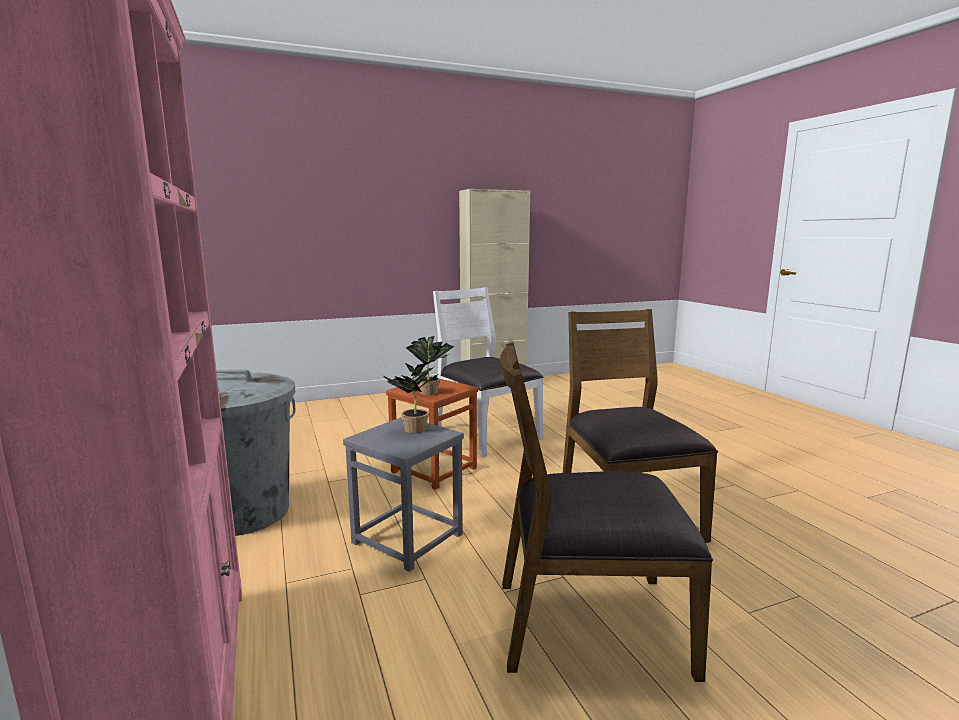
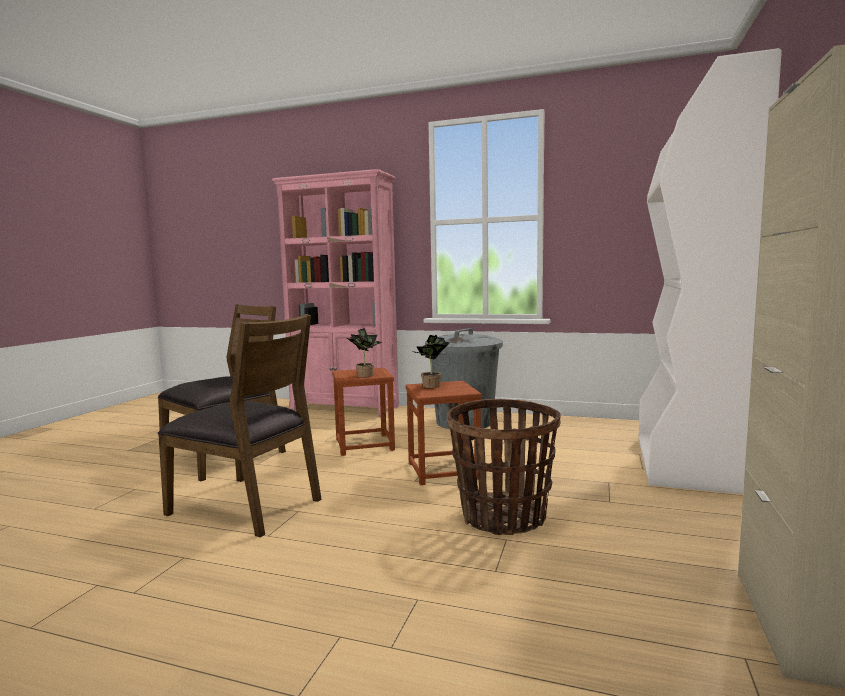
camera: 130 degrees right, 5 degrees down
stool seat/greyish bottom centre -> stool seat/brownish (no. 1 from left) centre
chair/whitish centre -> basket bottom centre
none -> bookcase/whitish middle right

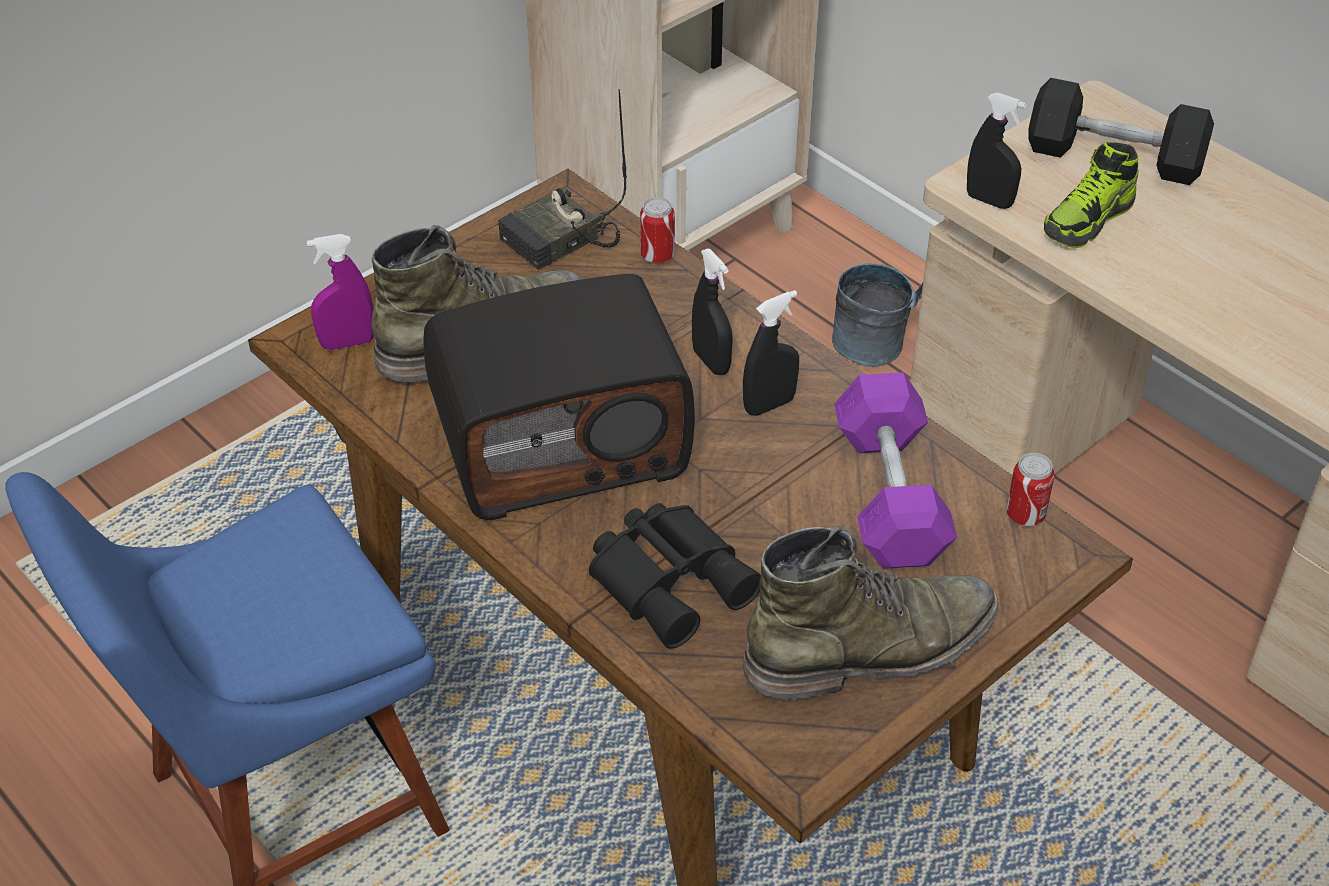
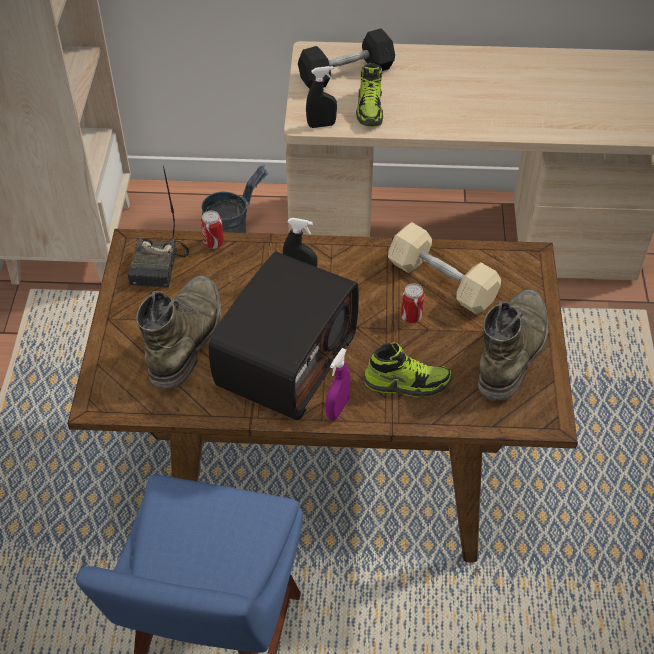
camera: 45 degrees left, 5 degrees up
sprayer/purplish top left -> sprayer/purplish centre, relocated
field glasses/black centre -> item of footwear (no. 2 from left) centre
sprayer/black (no. 2 from left) centre -> none
dumbbell/purplish middle right -> dumbbell/beige middle right
metal can (no. 2 from left) middle right -> metal can (no. 2 from left) centre, relocated

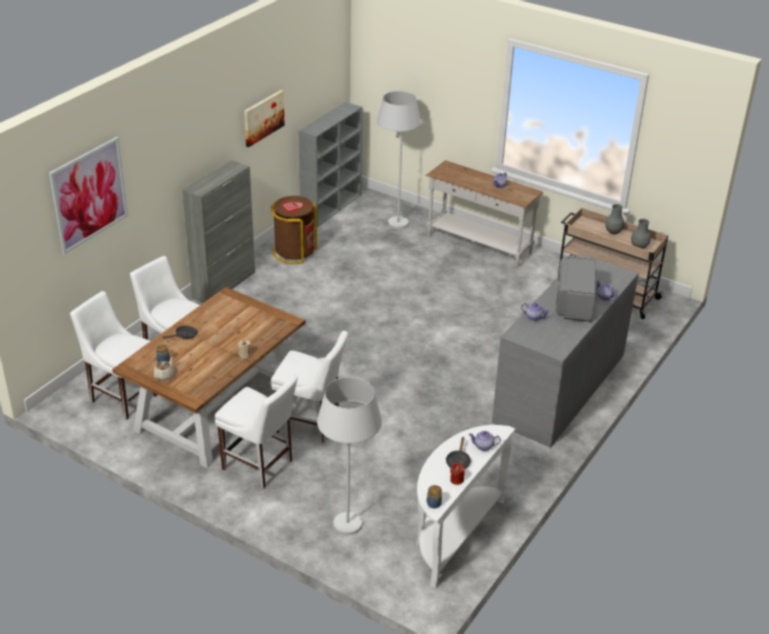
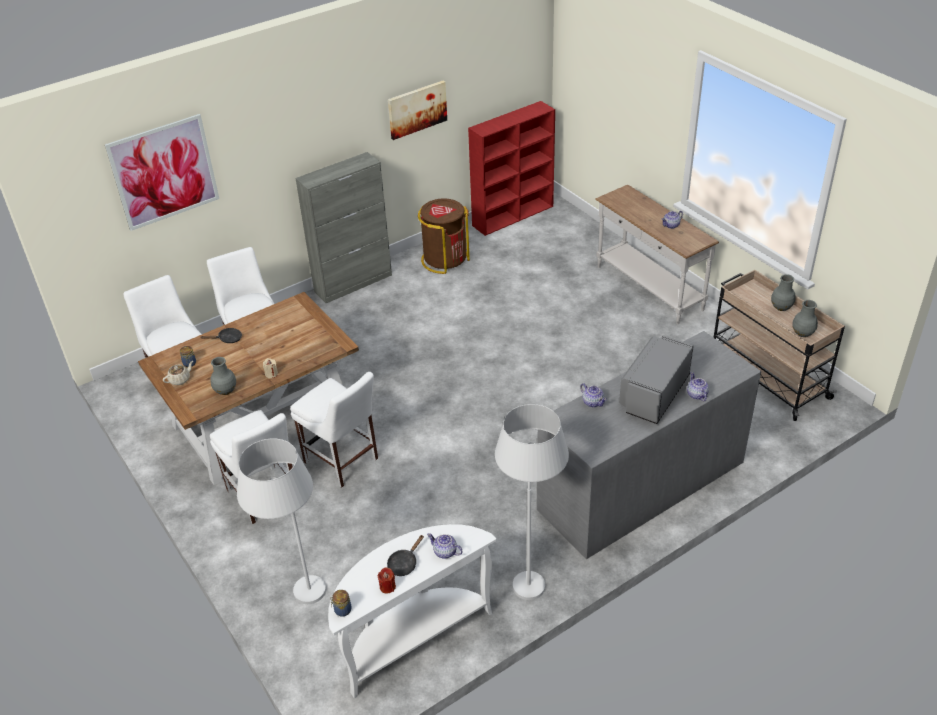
camera: 25 degrees right, 5 degrees up
bookcase/greyish top centre -> bookcase/reddish top centre
standing lamp/whitish (no. 2 from left) top centre -> standing lamp/whitish (no. 2 from left) bottom centre, relocated
none -> flower vase/greyish (no. 1 from left) middle left

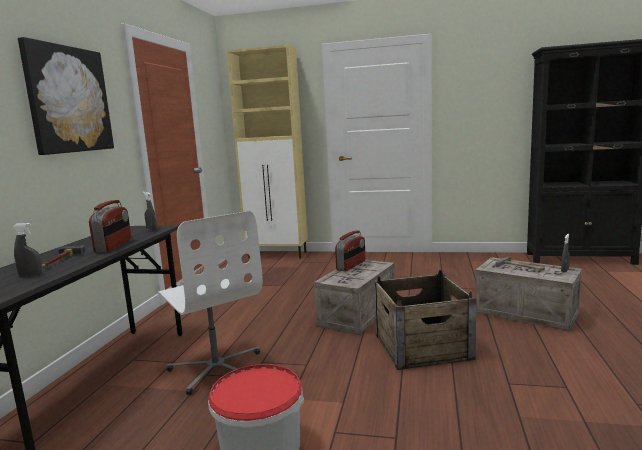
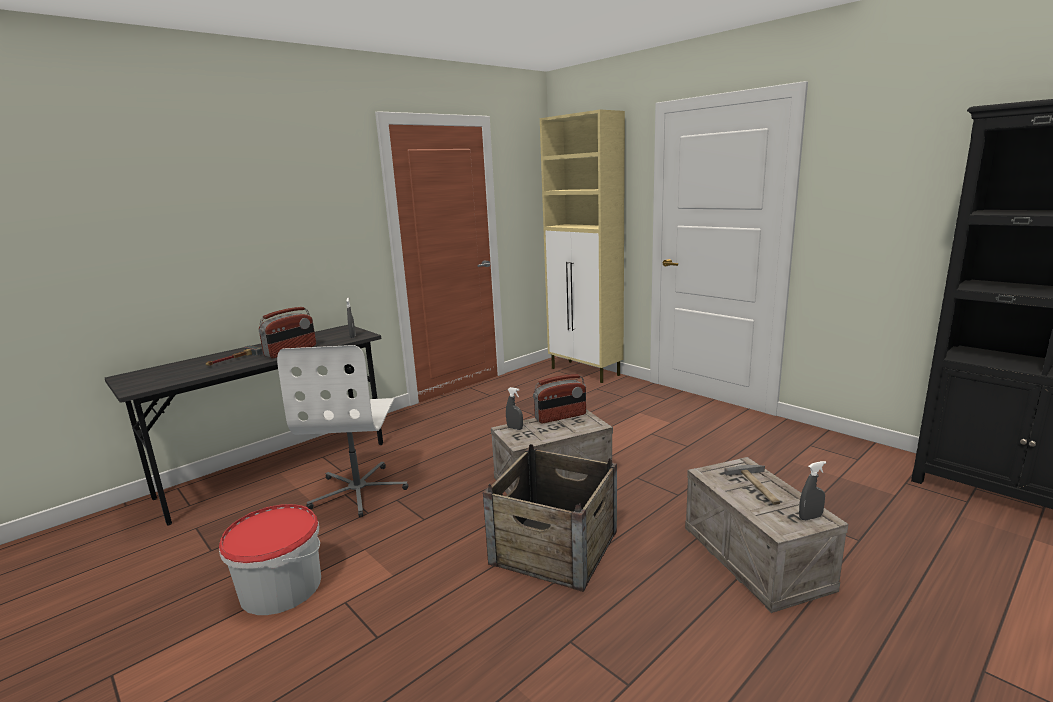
camera: 35 degrees right, 5 degrees up
sprayer/greyish (no. 1 from left in the first image) middle left -> sprayer/greyish (no. 2 from left) centre, relocated
wall picture top left -> none

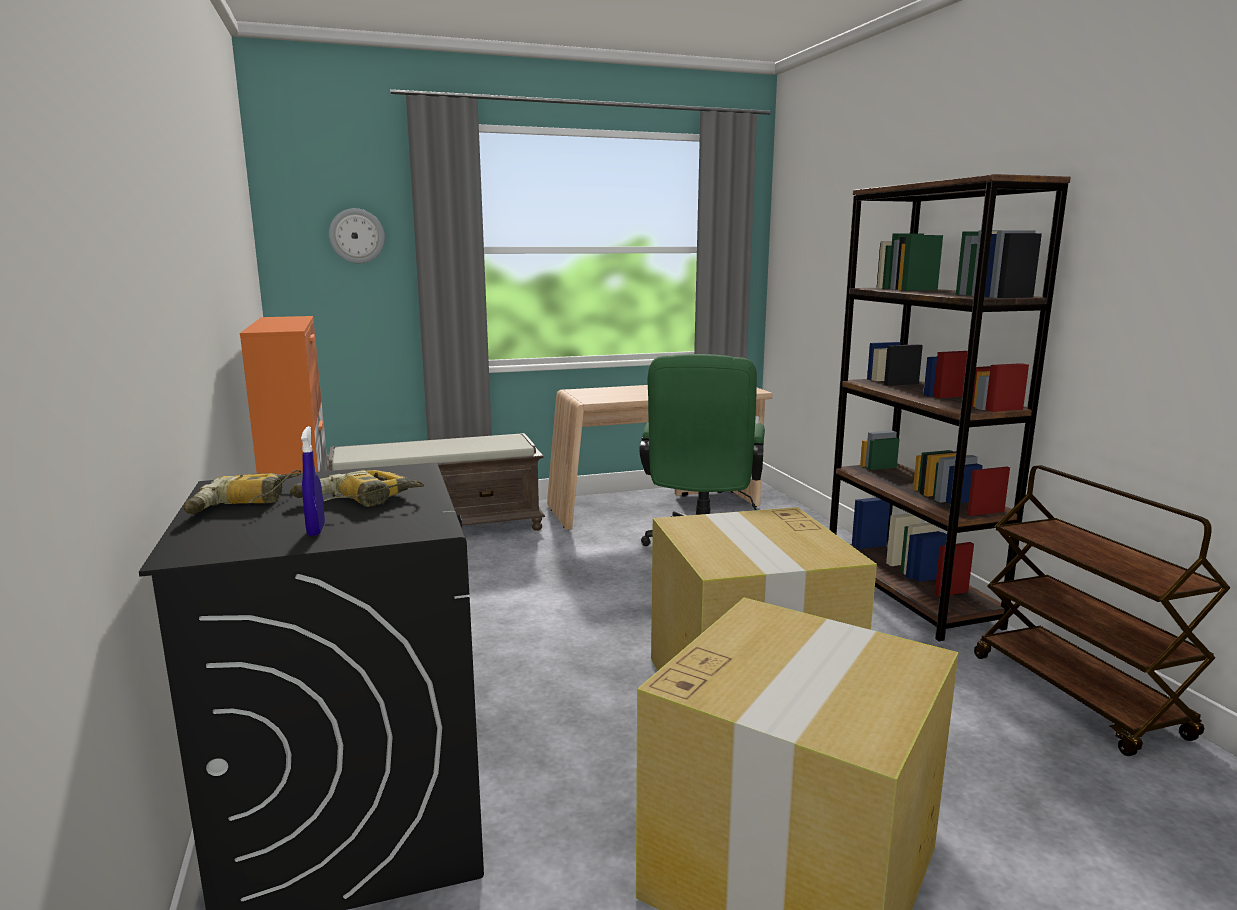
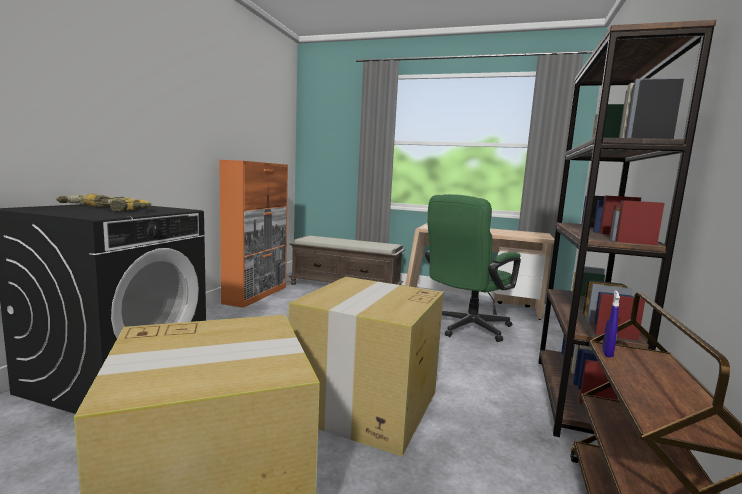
camera: 35 degrees right, 5 degrees down
sprayer/bluish middle left -> sprayer/bluish middle right, relocated
hanging clock top left -> none

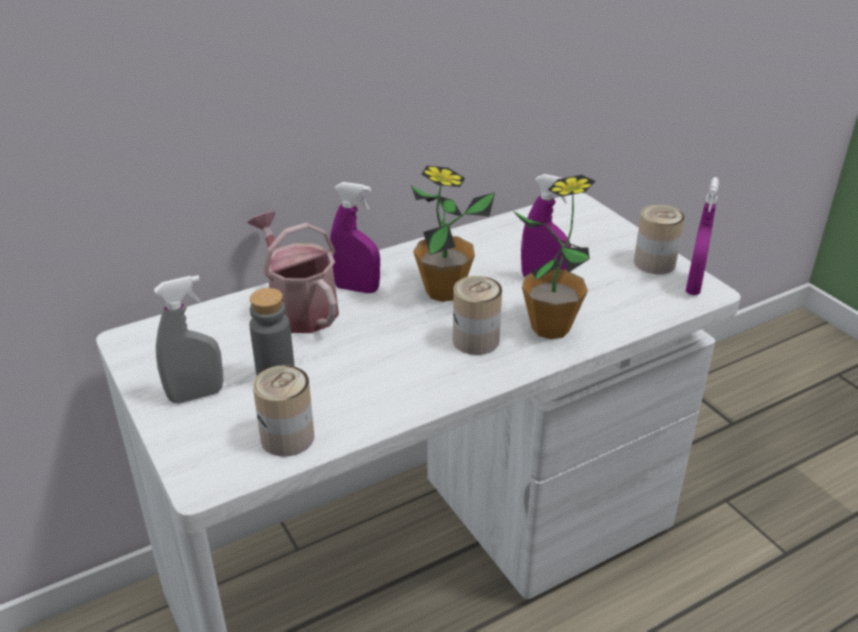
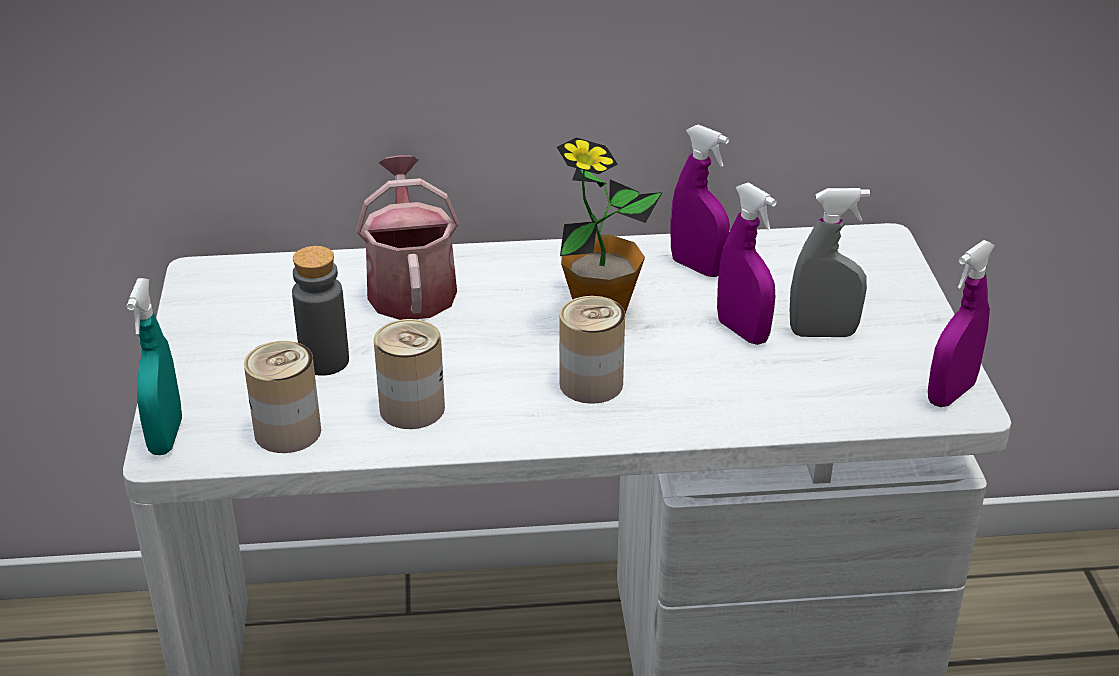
camera: 25 degrees right, 0 degrees up
sprayer/greyish middle left -> sprayer/greyish middle right, relocated
sprayer/purplish (no. 1 from left) centre -> sprayer/purplish (no. 1 from left) top centre, relocated
houseplant (no. 2 from left) centre -> none
metal can (no. 3 from left in the first image) middle right -> metal can (no. 2 from left) centre, relocated
none -> sprayer/turquoise-coloured middle left

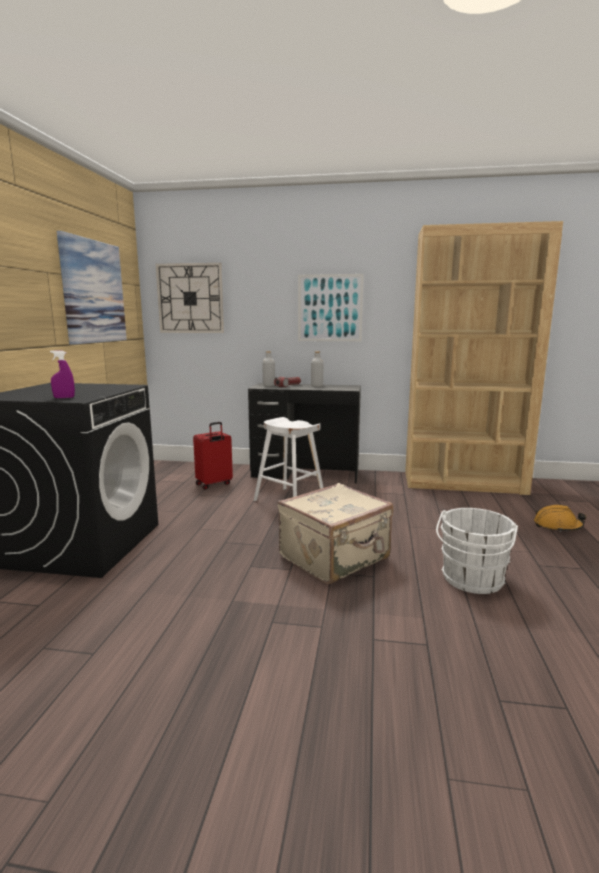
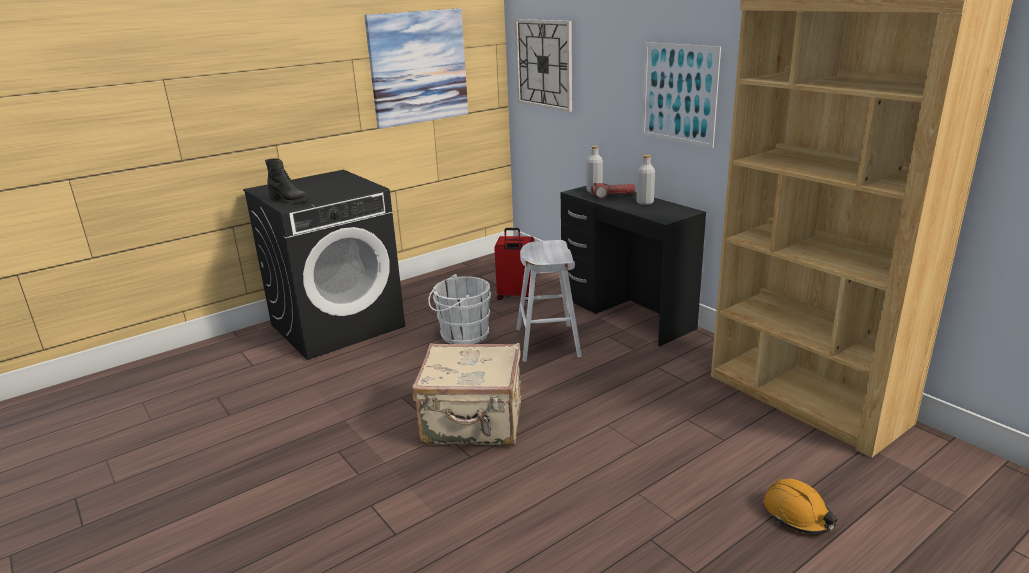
camera: 45 degrees right, 10 degrees up
sprayer/purplish middle left -> high-top boot/black top left
water bucket/whitish middle right -> water bucket/whitish centre, relocated

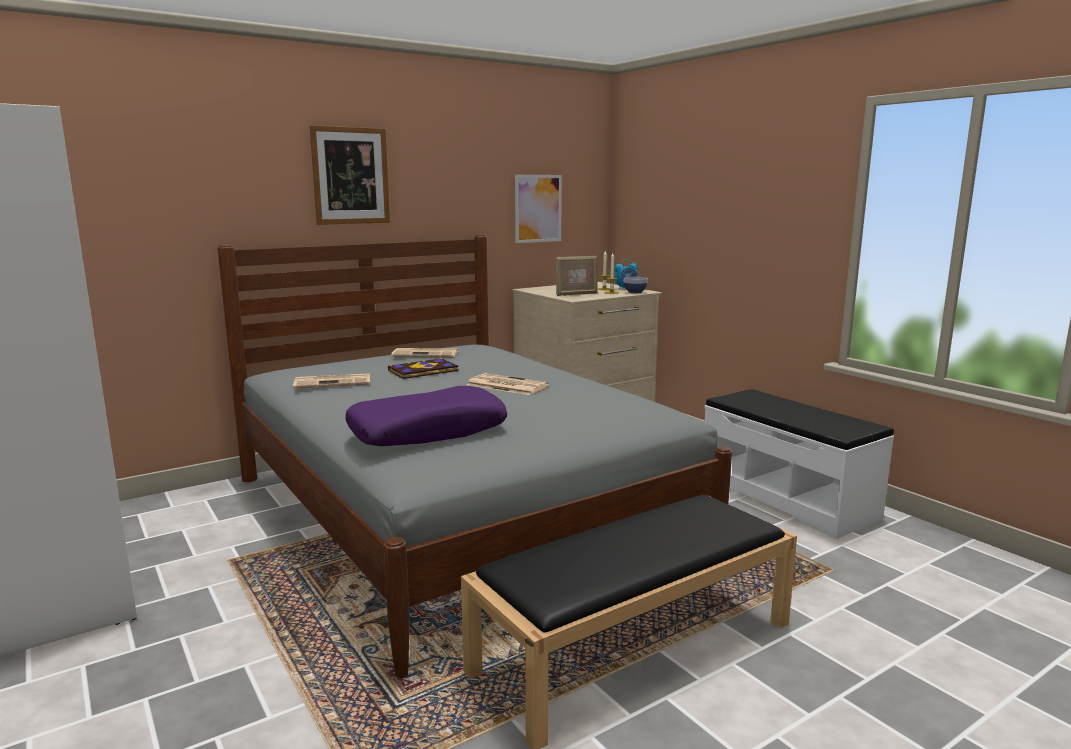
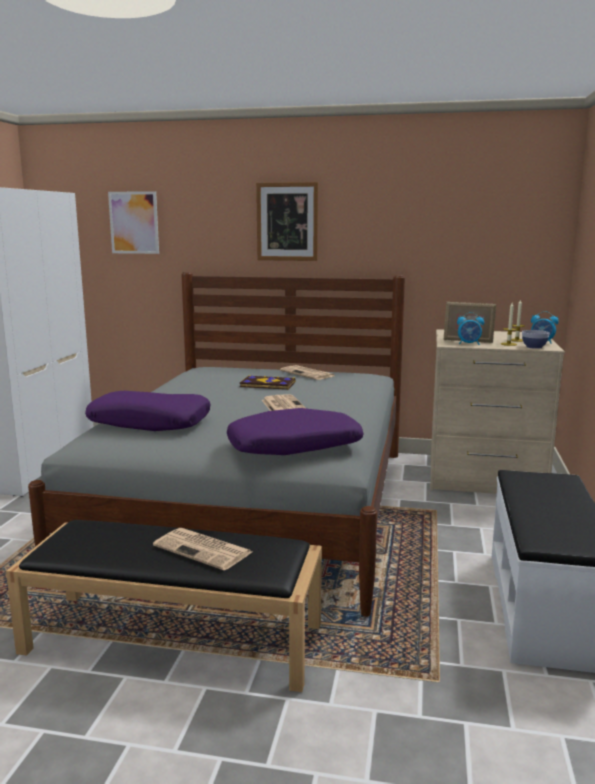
camera: 45 degrees right, 0 degrees up
daily paper (no. 1 from left) middle left -> daily paper (no. 1 from left) bottom centre, relocated
wall picture (no. 2 from left in the first image) top centre -> wall picture (no. 1 from left) top left, relocated
none -> throw pillow/purplish (no. 2 from left) centre
none -> table clock (no. 1 from left) middle right

